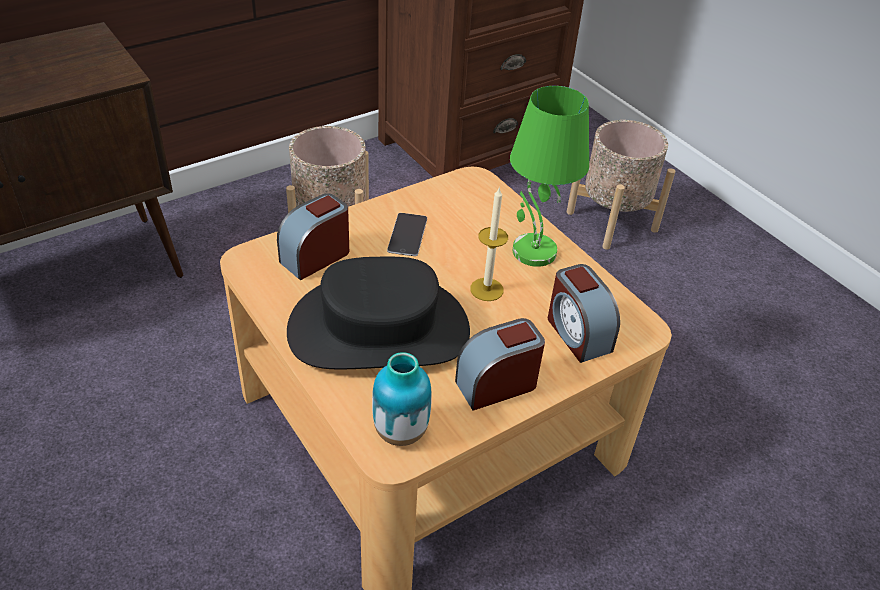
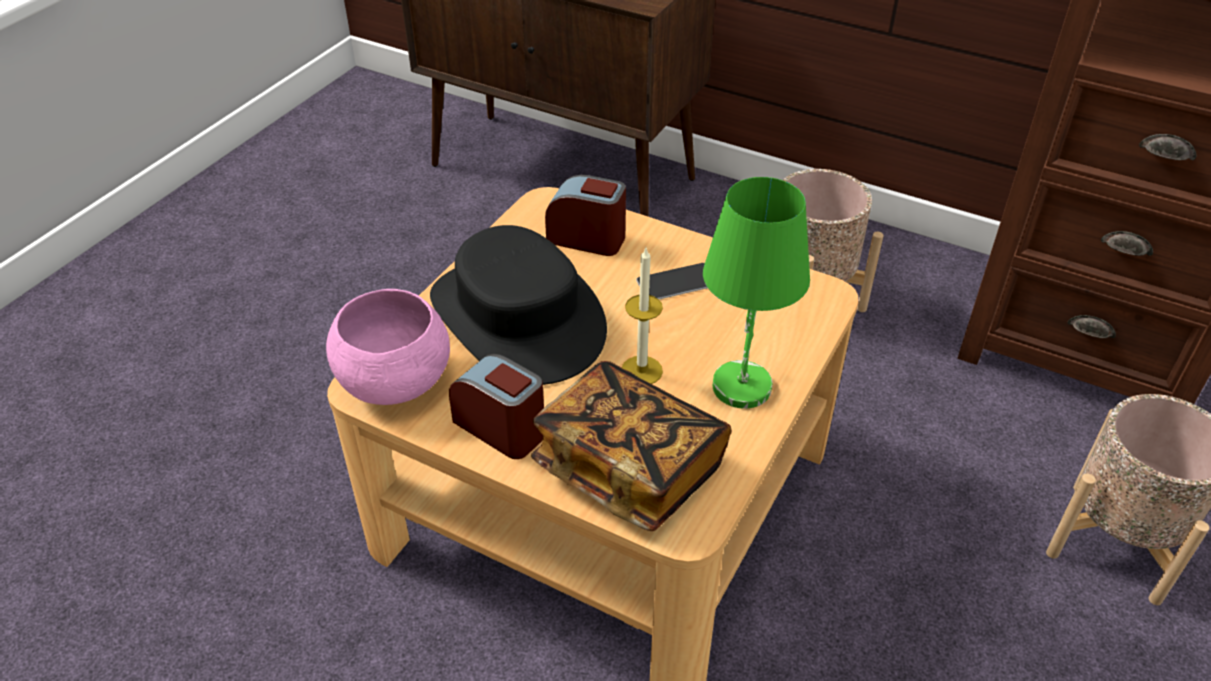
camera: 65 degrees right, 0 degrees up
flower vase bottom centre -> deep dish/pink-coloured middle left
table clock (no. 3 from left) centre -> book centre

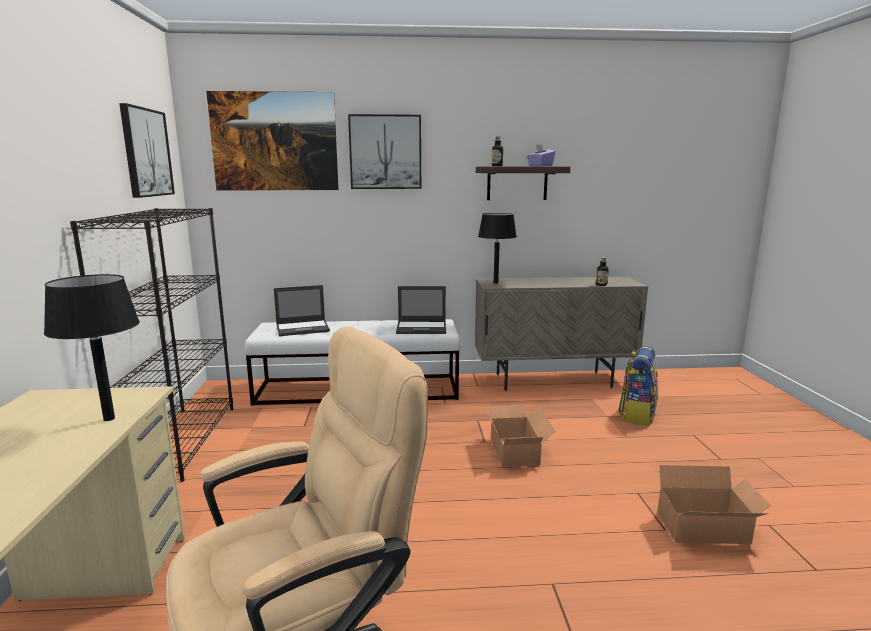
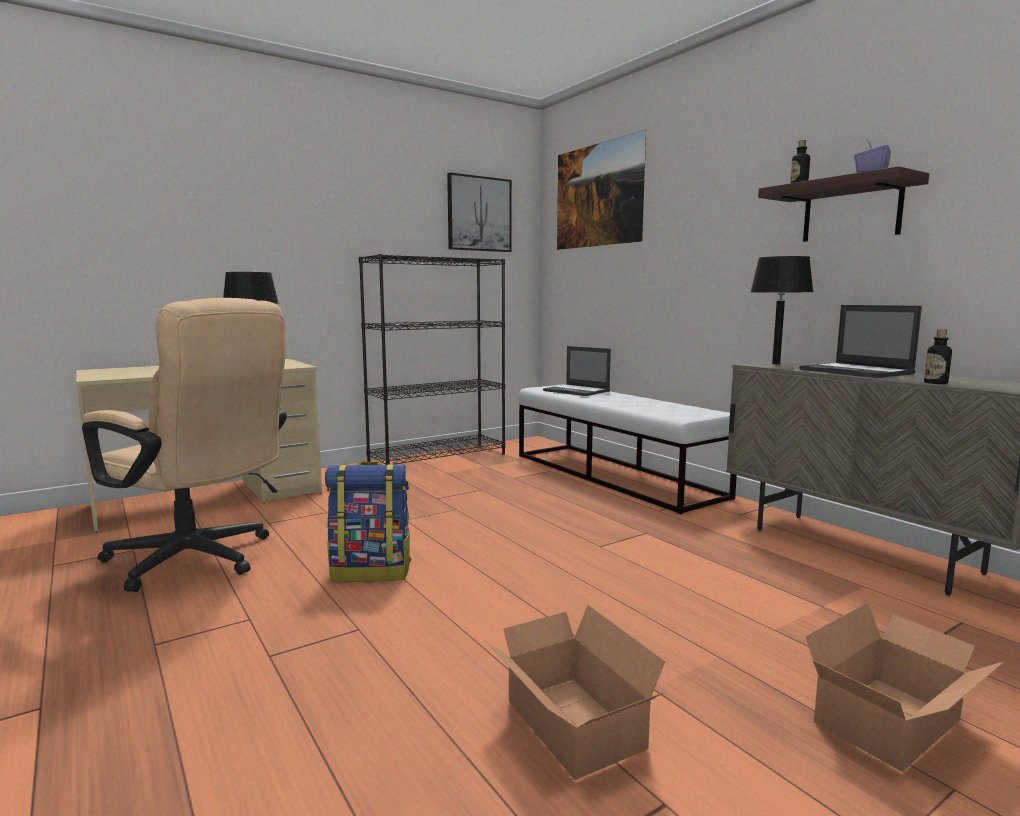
camera: 60 degrees right, 5 degrees down
wall picture (no. 3 from left) top centre -> none
portable computer (no. 2 from left) centre -> portable computer (no. 2 from left) middle right, relocated
cardboard box (no. 1 from left in the first image) bottom centre -> cardboard box (no. 2 from left) bottom right, relocated
knapsack middle right -> knapsack centre, relocated

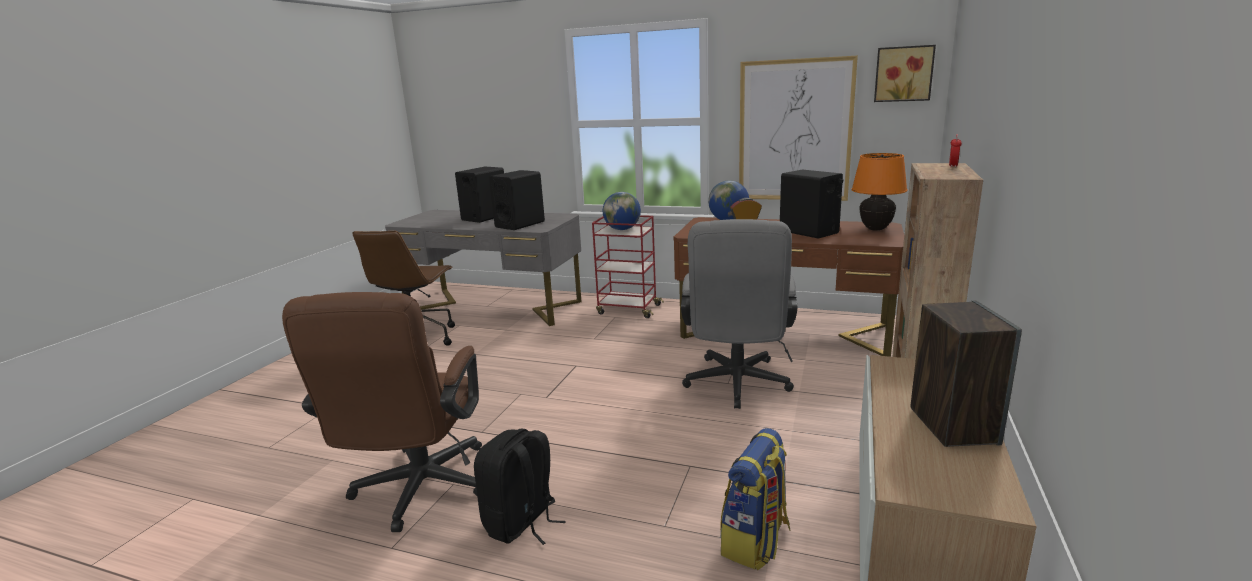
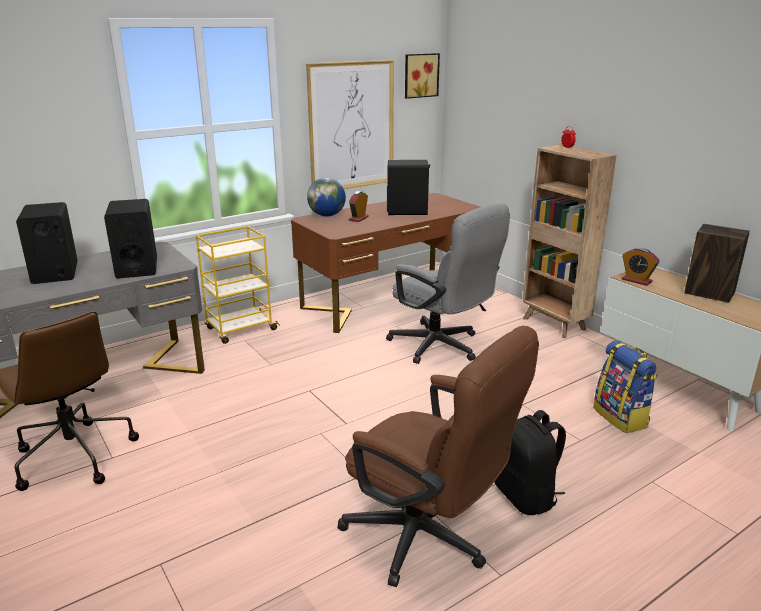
camera: 55 degrees left, 5 degrees up
wheeled cart/reddish centre -> wheeled cart/yellowish middle left
desk globe (no. 1 from left) centre -> none
tabletop lamp/orangey top right -> none
none -> table clock (no. 3 from left) middle right

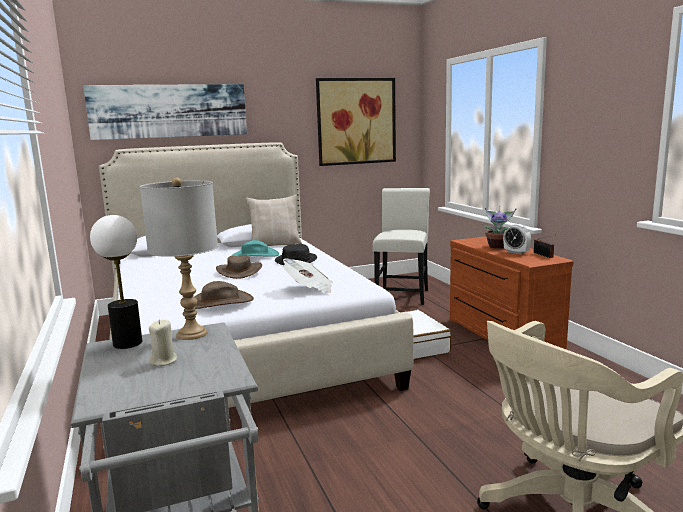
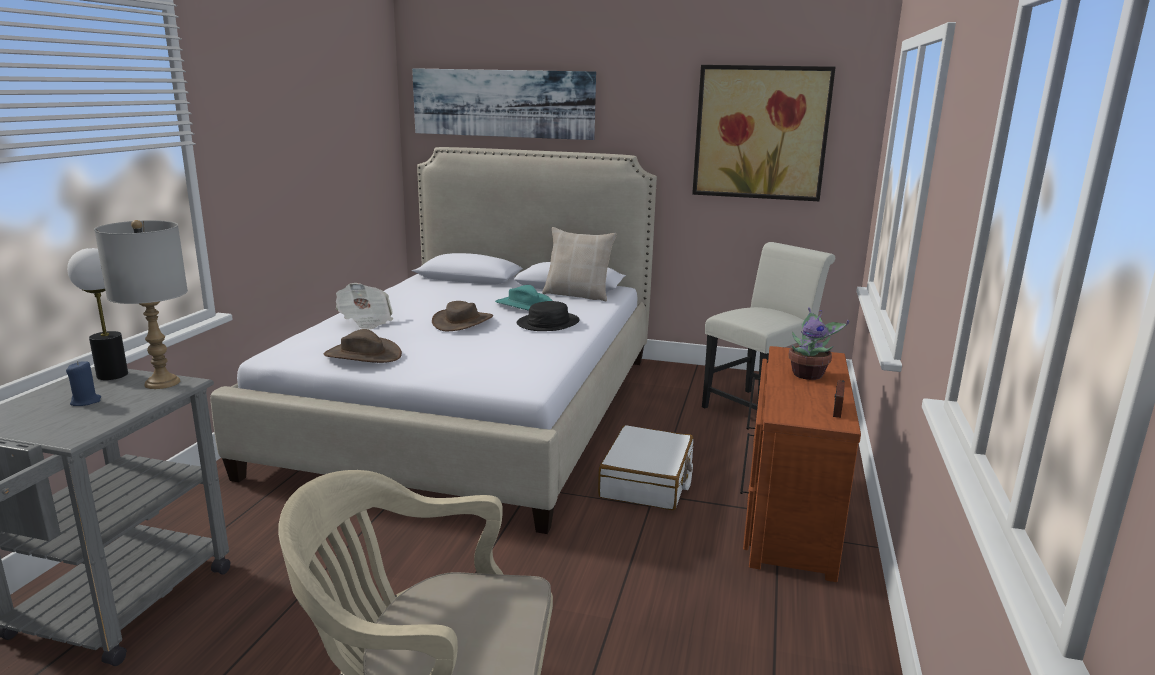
camera: 35 degrees right, 5 degrees up
wax candle/beige bottom left -> wax candle/bluish middle left
daily paper centre -> daily paper middle left, relocated
table clock middle right -> none

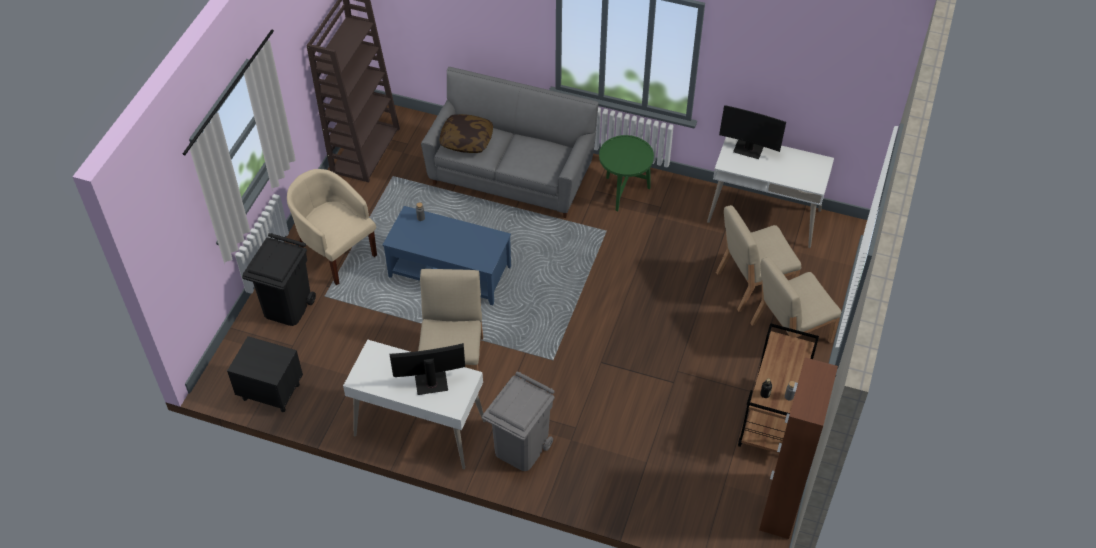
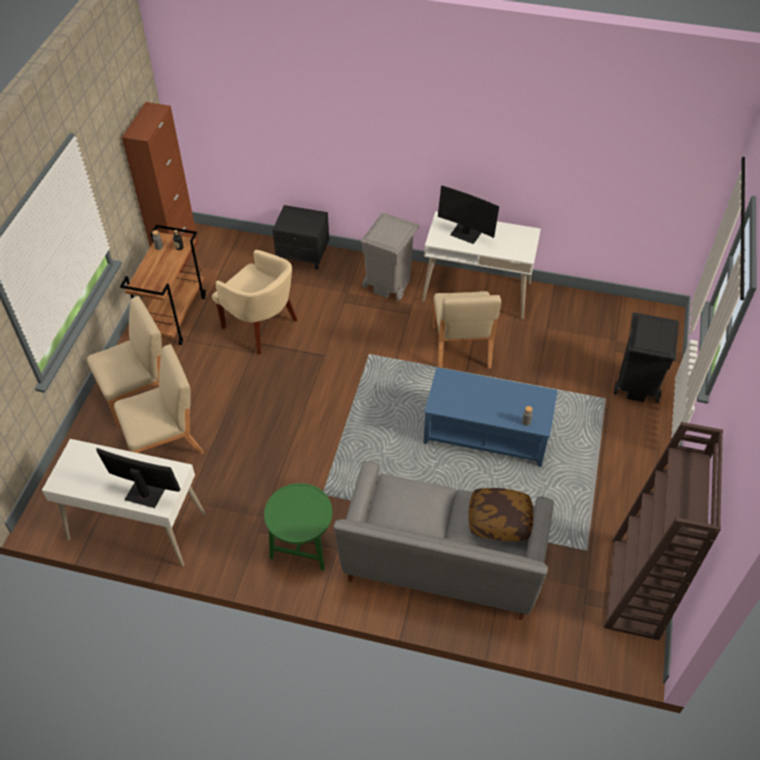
camera: 175 degrees right, 0 degrees up
night table/black bottom left -> night table/black top centre, relocated
easy chair/beige middle left -> easy chair/beige centre, relocated
computer screen (no. 1 from left in the first image) bottom centre -> computer screen (no. 2 from left) top centre, 45 degrees clockwise

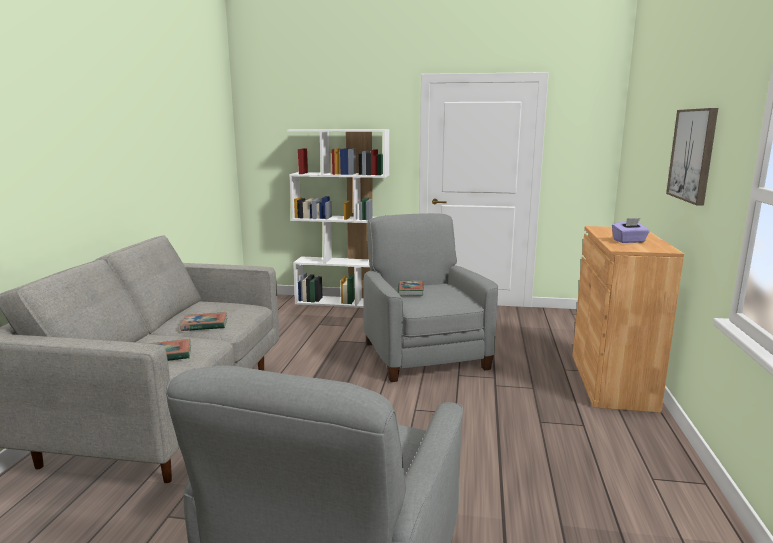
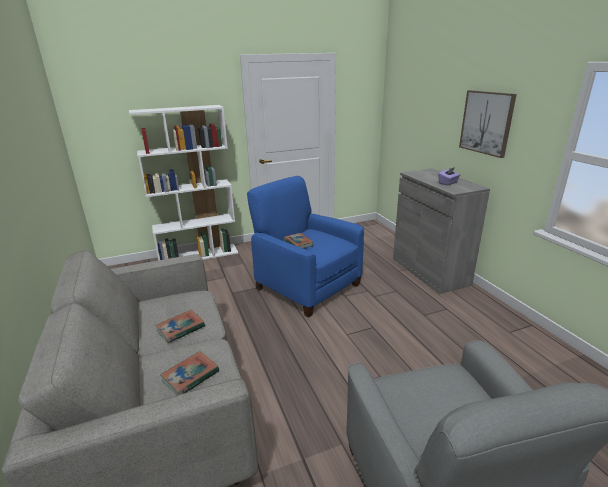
camera: 30 degrees left, 10 degrees up
easy chair/greyish (no. 2 from left) centre -> easy chair/bluish centre
cupboard/brownish middle right -> cupboard/greyish middle right

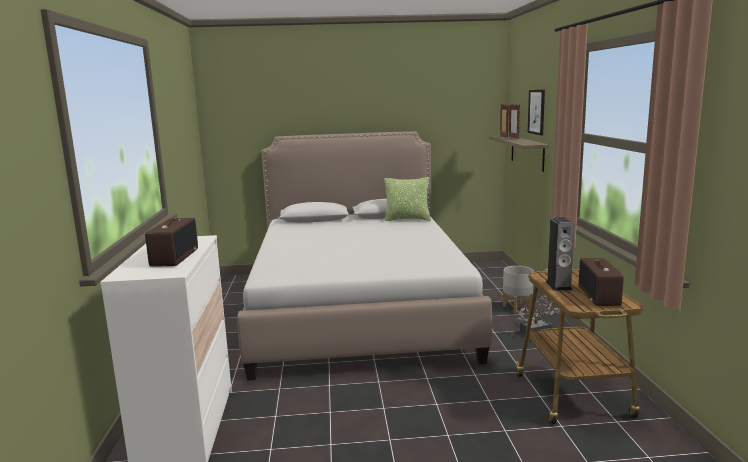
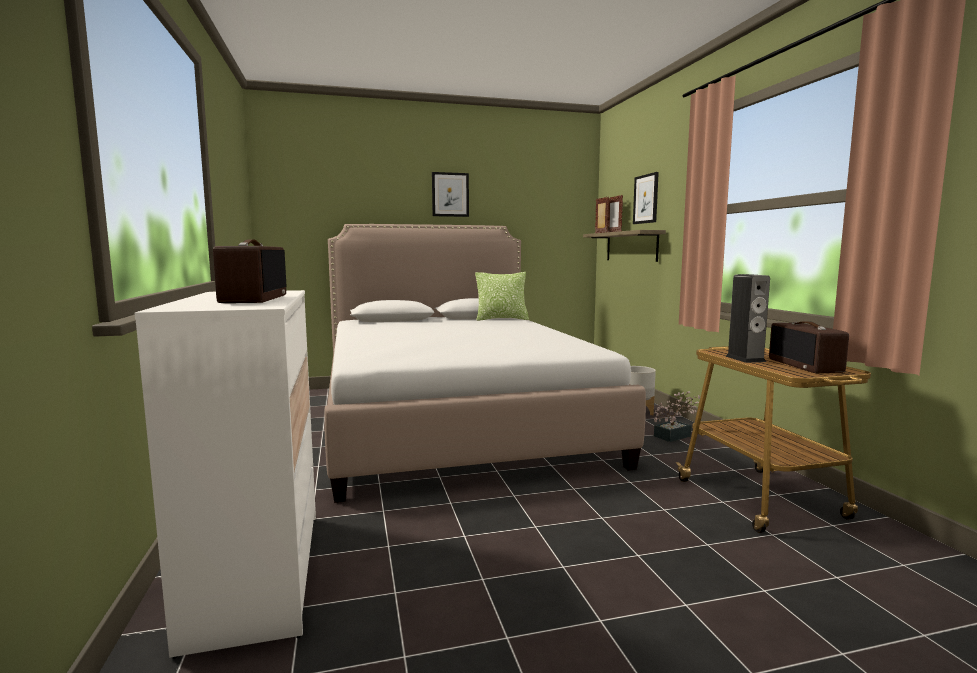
camera: 10 degrees left, 5 degrees down
none -> wall picture (no. 1 from left) top centre

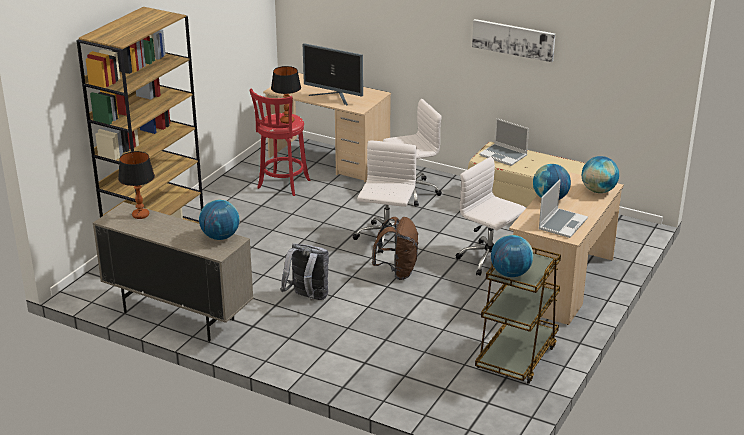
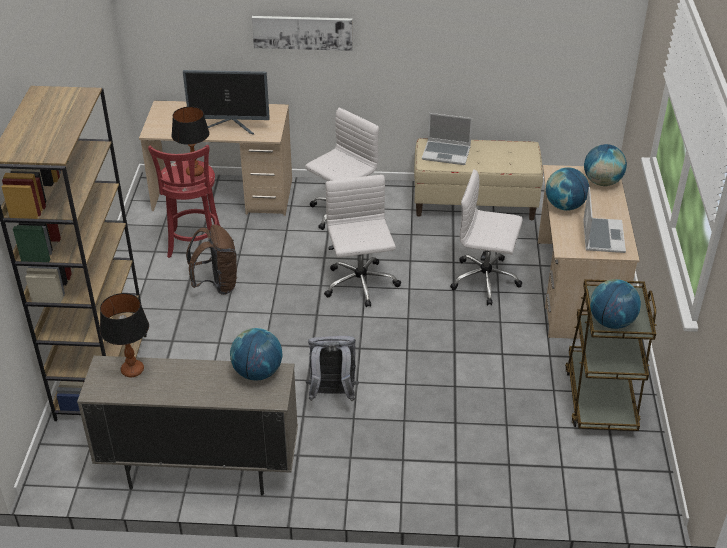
camera: 25 degrees left, 10 degrees up
knapsack/brownish centre -> knapsack/brownish middle left, relocated
wall picture top right -> wall picture top centre, relocated

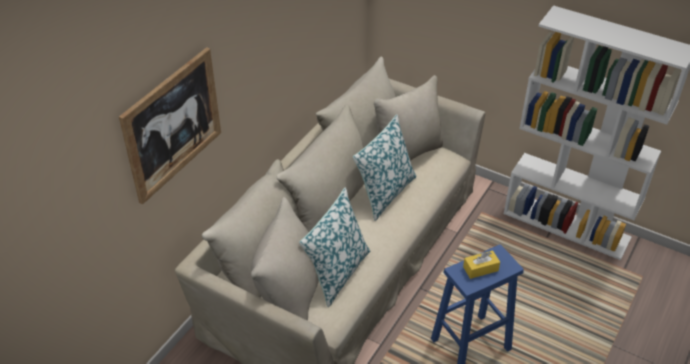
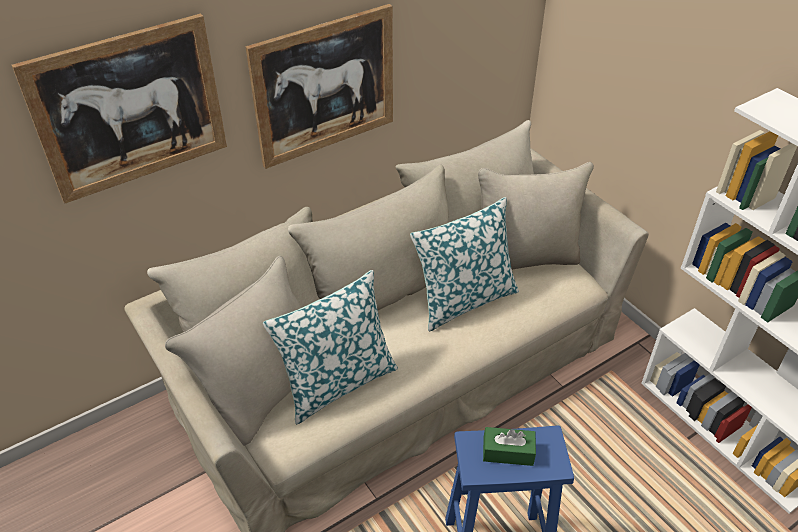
camera: 25 degrees right, 0 degrees up
box of tissues/yellowish bottom right -> box of tissues/green bottom centre
none -> wall picture (no. 2 from left) top centre

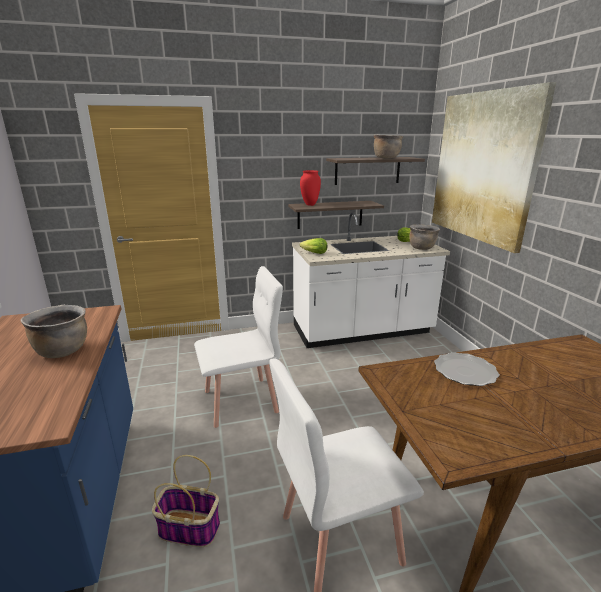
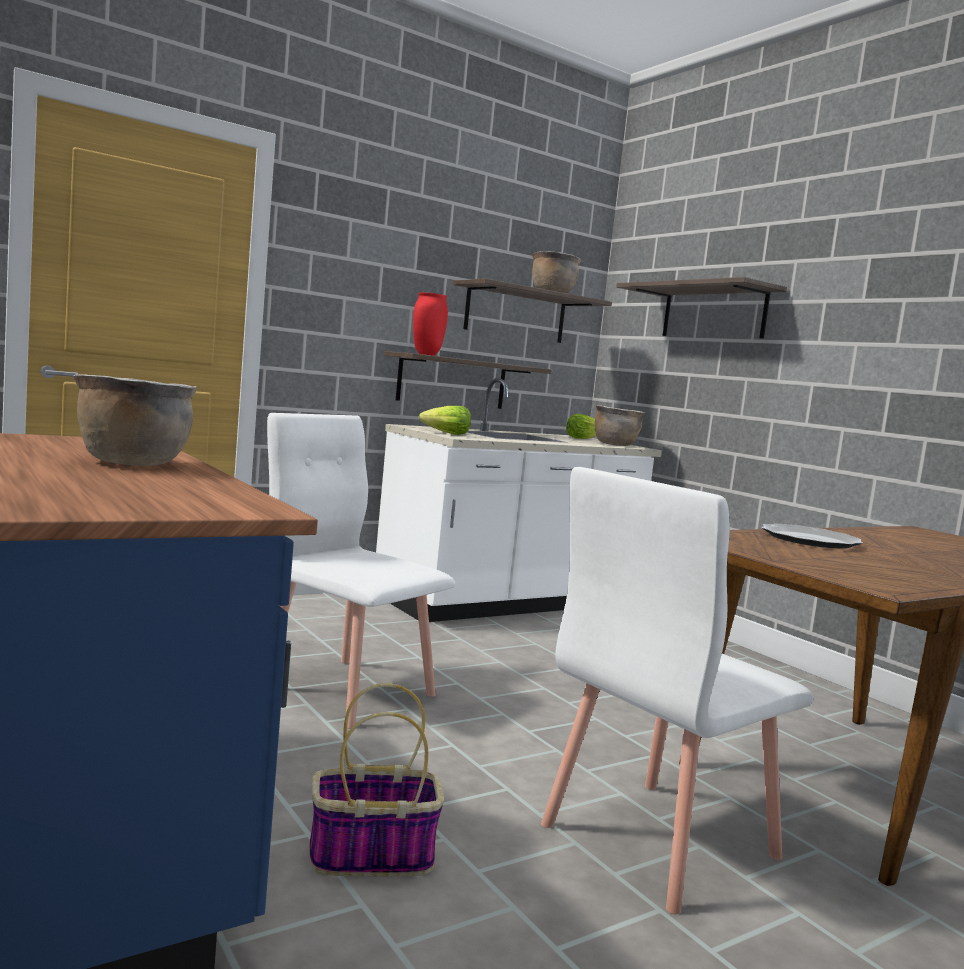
camera: 20 degrees left, 15 degrees down
chair/whitish (no. 1 from left) centre, 105 degrees counterclockwise
wall picture top right -> shelf (no. 3 from left) top right

